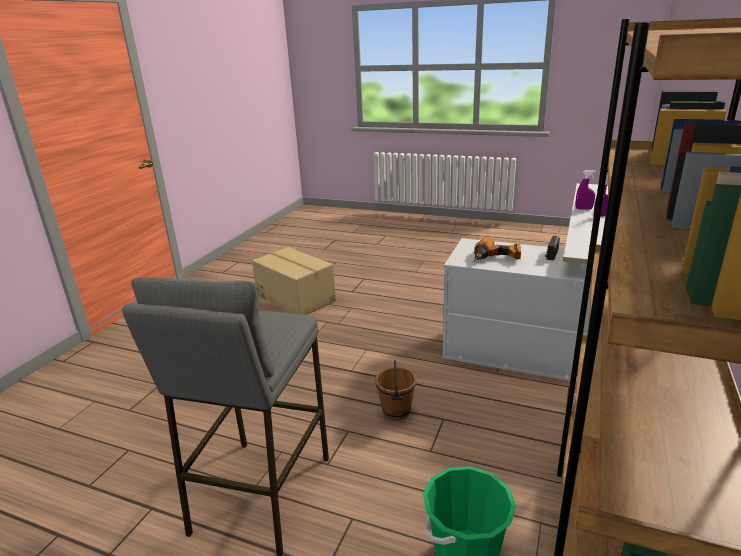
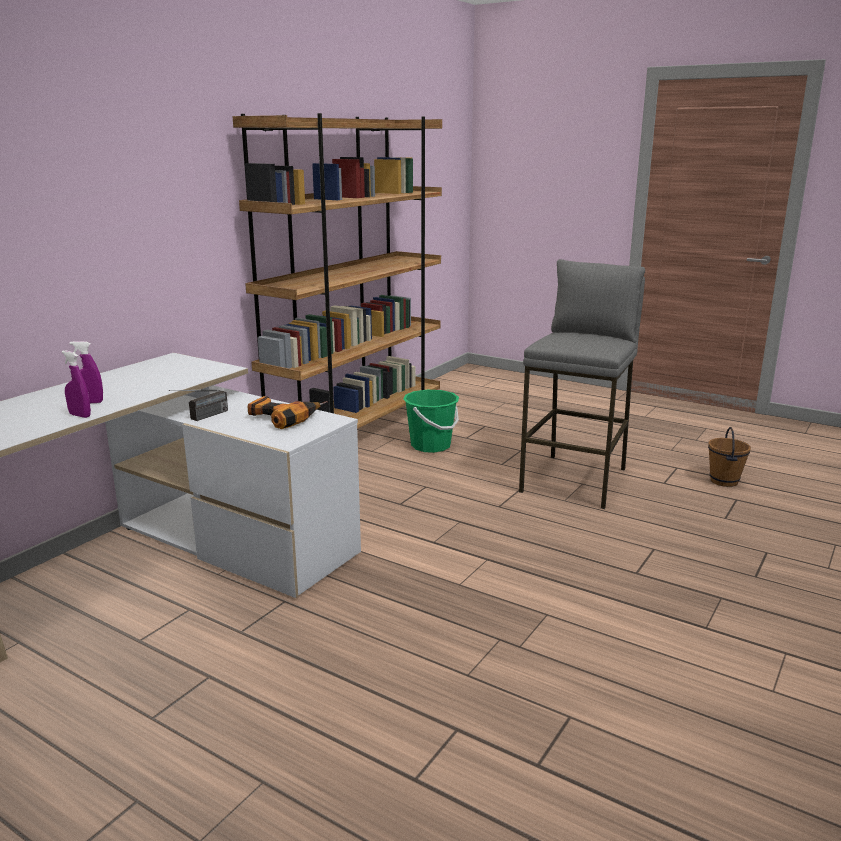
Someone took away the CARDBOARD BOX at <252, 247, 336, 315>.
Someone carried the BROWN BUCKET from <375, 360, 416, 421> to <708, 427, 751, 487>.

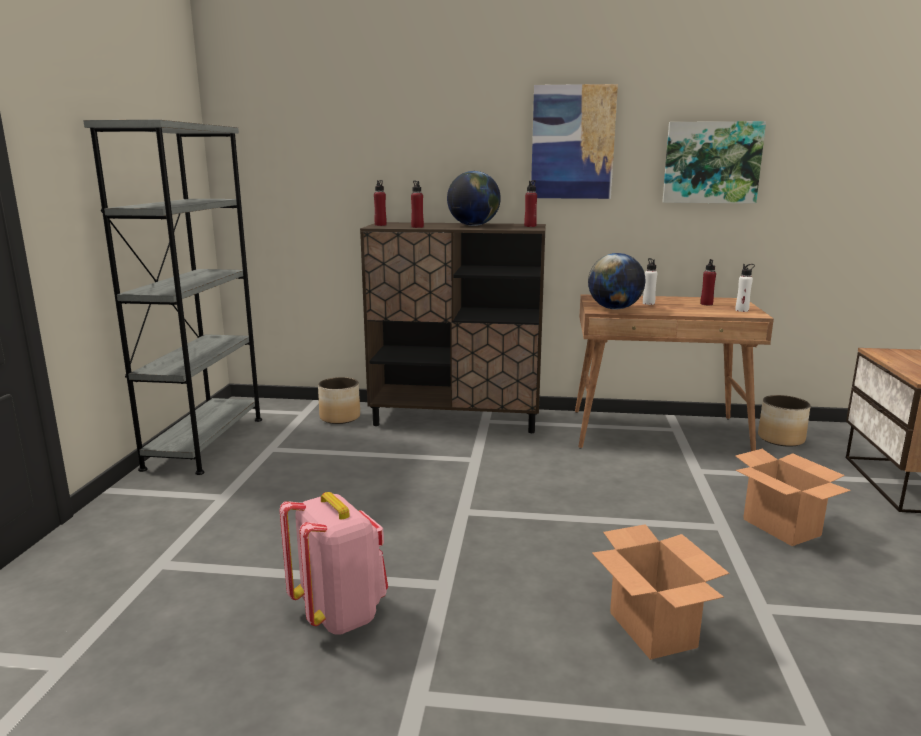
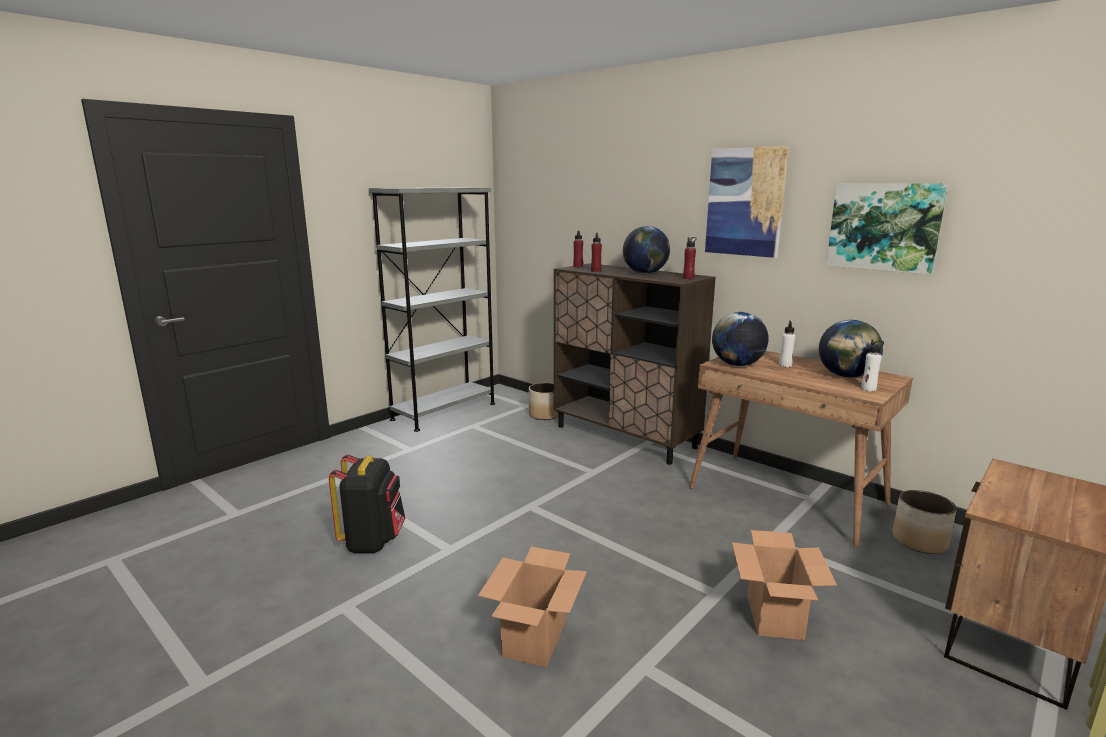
Someone repainted the PINK BACKPACK at <280, 492, 388, 635>, which became the BLACK BACKPACK at <329, 455, 405, 553>.
Someone swapped the RED BOTTLE at <700, 259, 716, 305> for the GLOBE at <819, 320, 883, 378>.

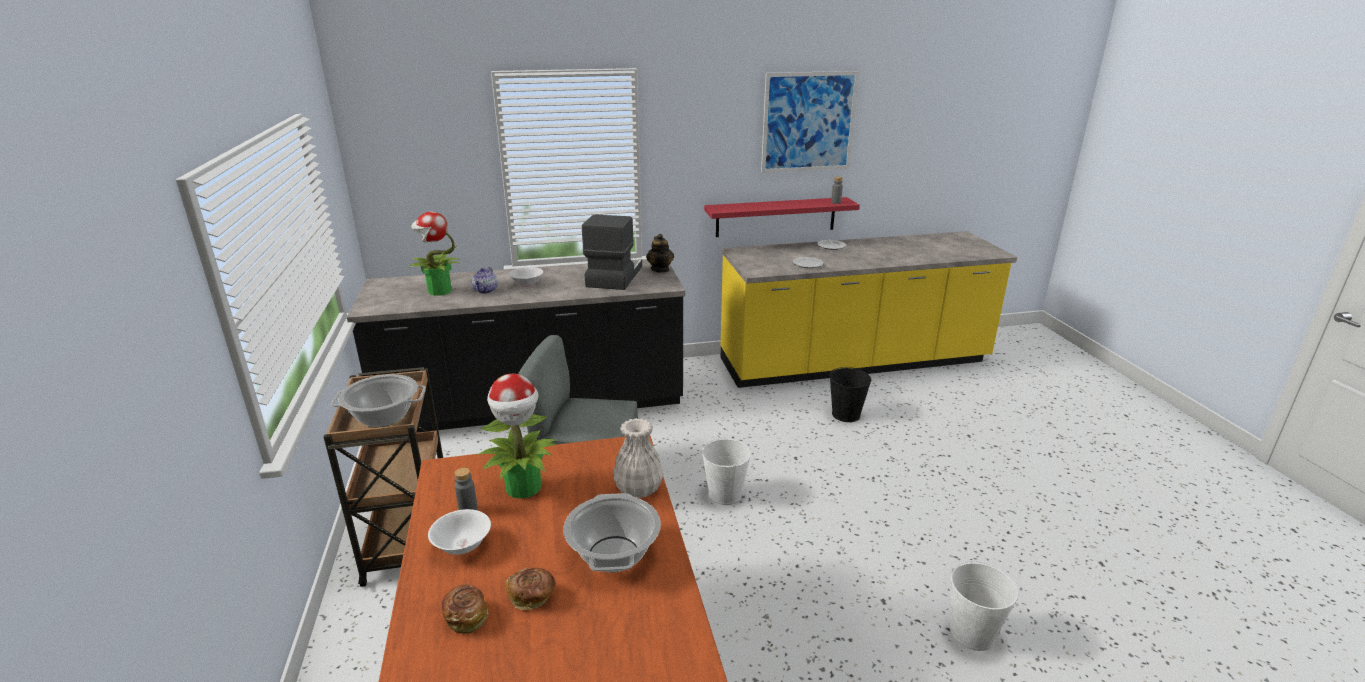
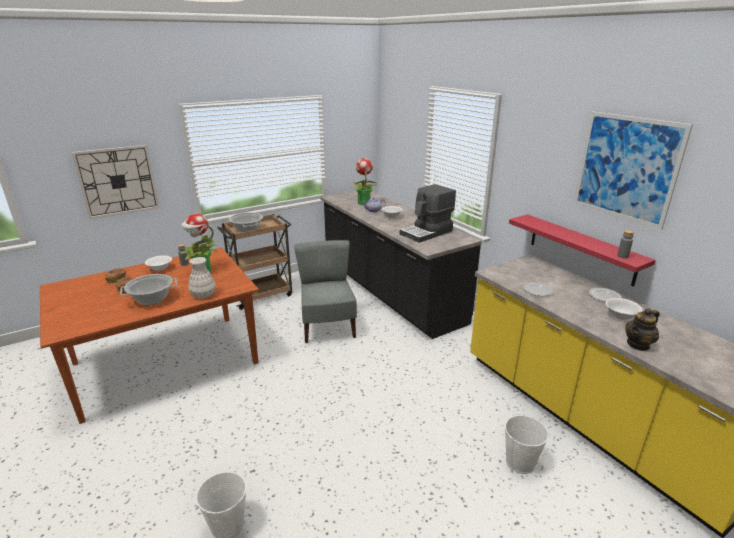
Someone rotated the COFFEE MACHINE at <582, 214, 642, 290> by 150 degrees clockwise.
Someone carried the TEAPOT from <646, 234, 674, 273> to <625, 308, 660, 351>.
Someone carried the WHITE BUCKET from <701, 437, 751, 505> to <505, 414, 549, 474>.
Someone took away the BLACK BUCKET at <829, 367, 871, 422>.
Someone put up the WALL CLOCK at <72, 145, 160, 219>.
Someone put down the WHITE BOWL at <606, 298, 643, 320>.

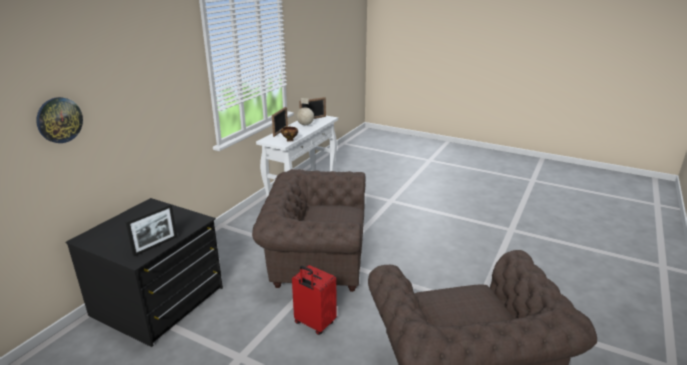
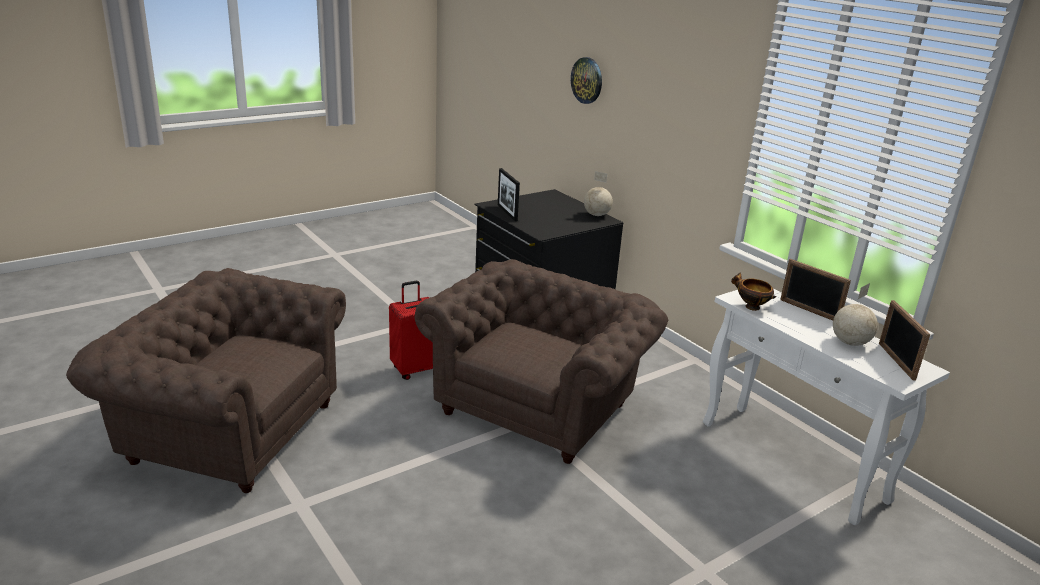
Someone put down the GLOBE at <584, 171, 613, 216>.

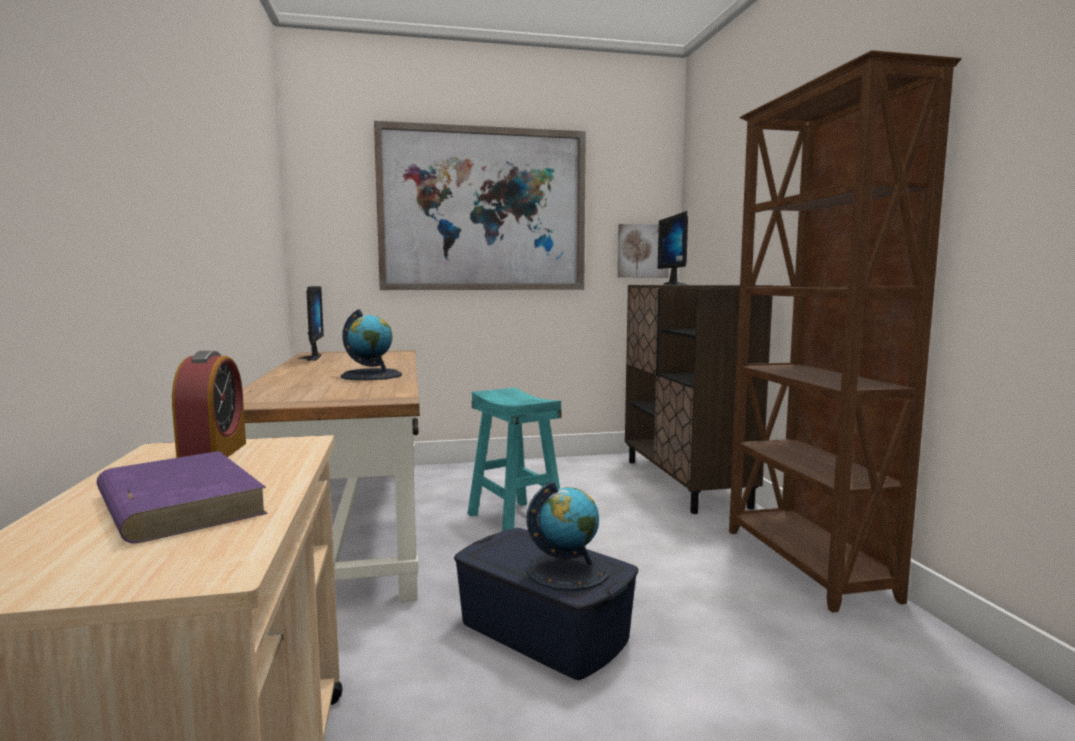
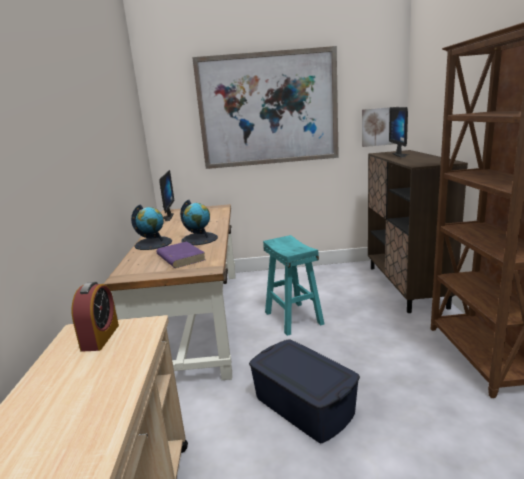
Someone carried the PURPLE BOOK from <96, 451, 268, 543> to <156, 241, 206, 268>.
Someone carried the GLOBE from <526, 481, 610, 591> to <131, 204, 172, 250>.

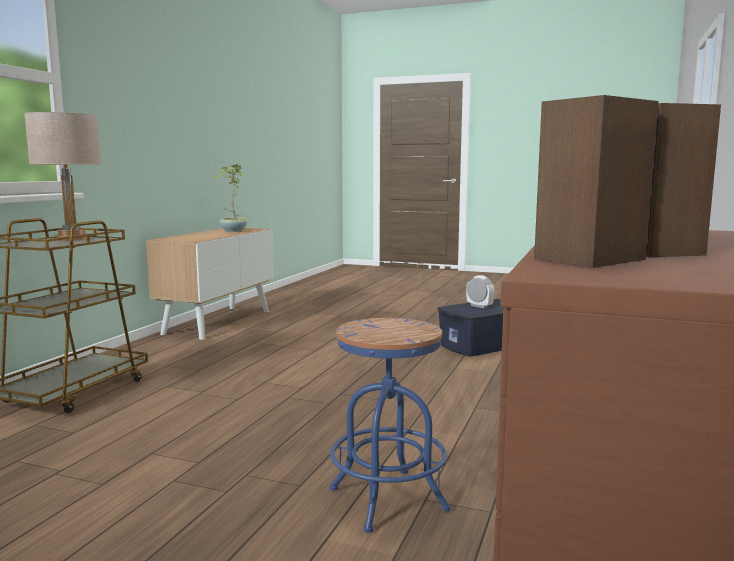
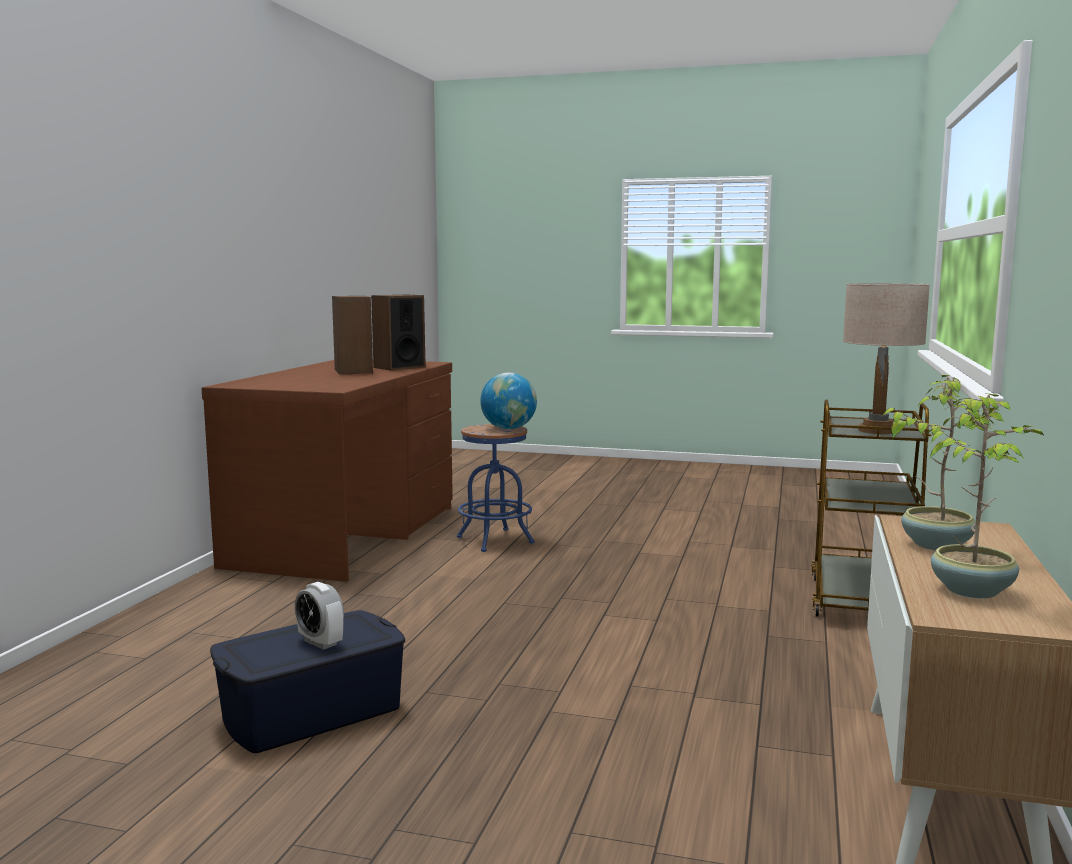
Someone put down the GLOBE at <480, 373, 537, 430>.
Someone put down the POTTED PLANT at <881, 375, 995, 551>.

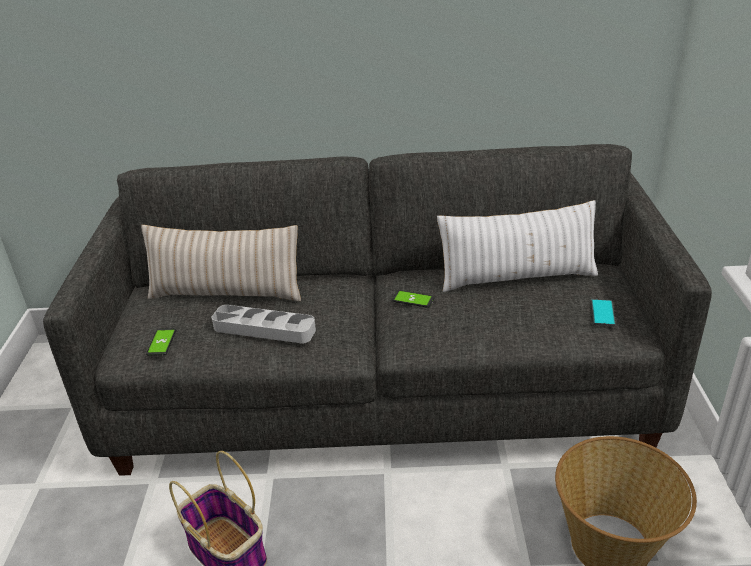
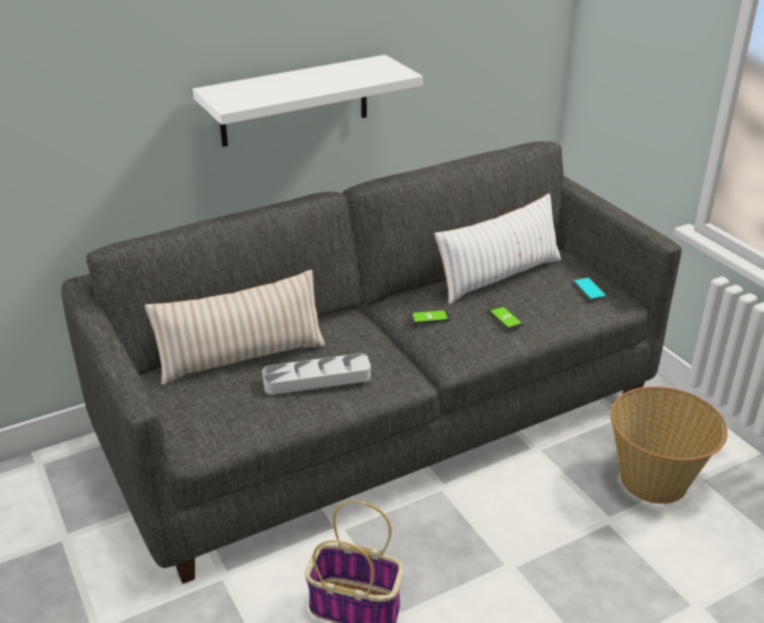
Someone carried the PHONE from <146, 328, 176, 356> to <488, 305, 524, 330>.
Someone put up the WHITE SHELF at <192, 55, 423, 147>.

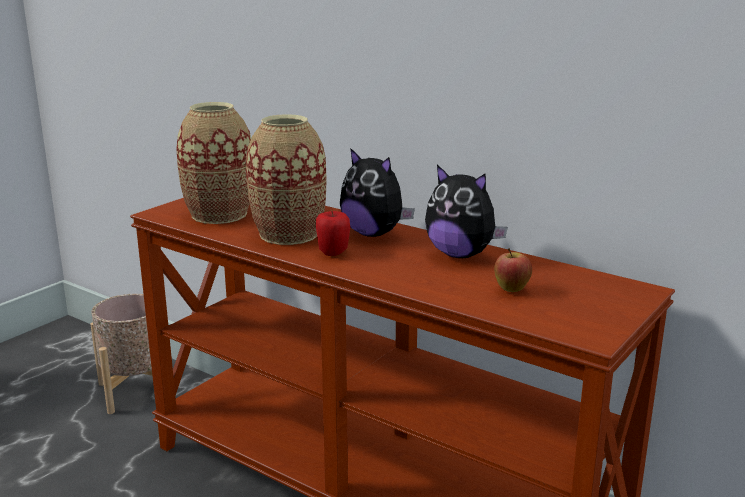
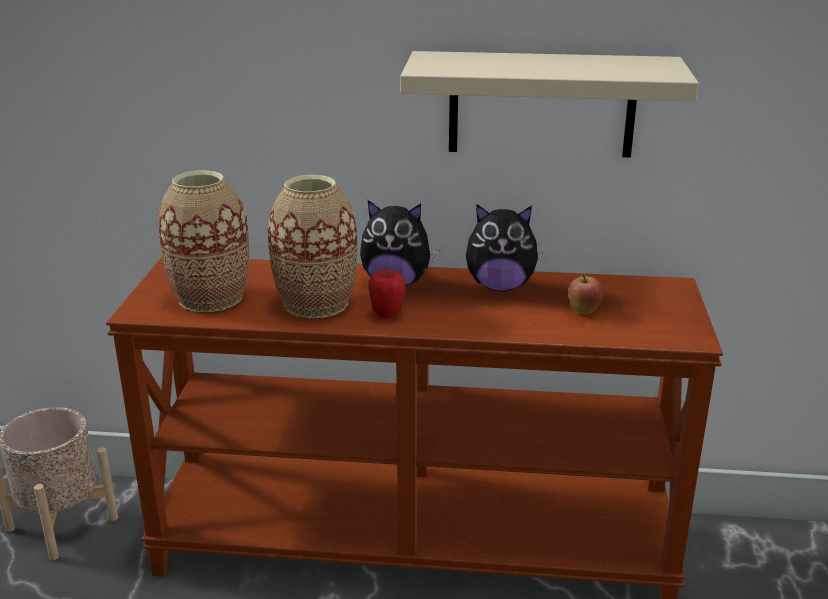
Someone put up the BEIGE SHELF at <400, 51, 699, 158>.

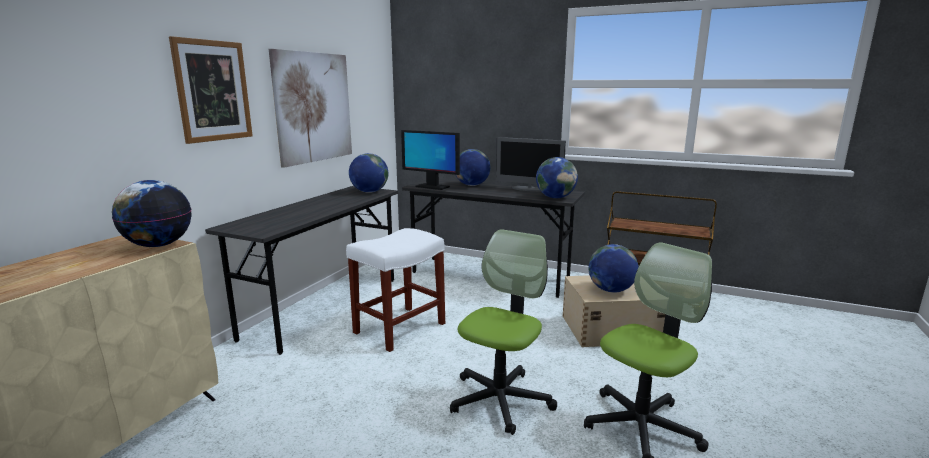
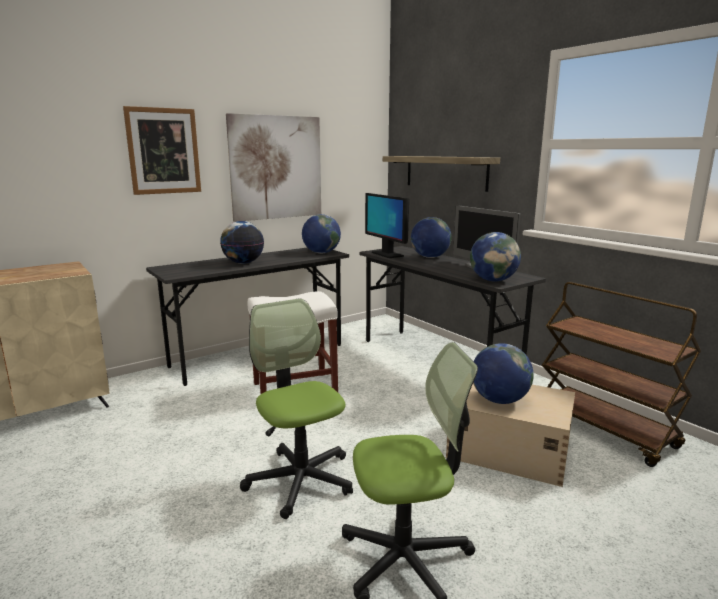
Someone carried the GLOBE from <112, 180, 191, 247> to <220, 221, 264, 264>.
Someone rotated the OFFICE CHAIR at <450, 229, 557, 435> by 90 degrees counterclockwise.
Someone put up the SHELF at <383, 156, 500, 192>.

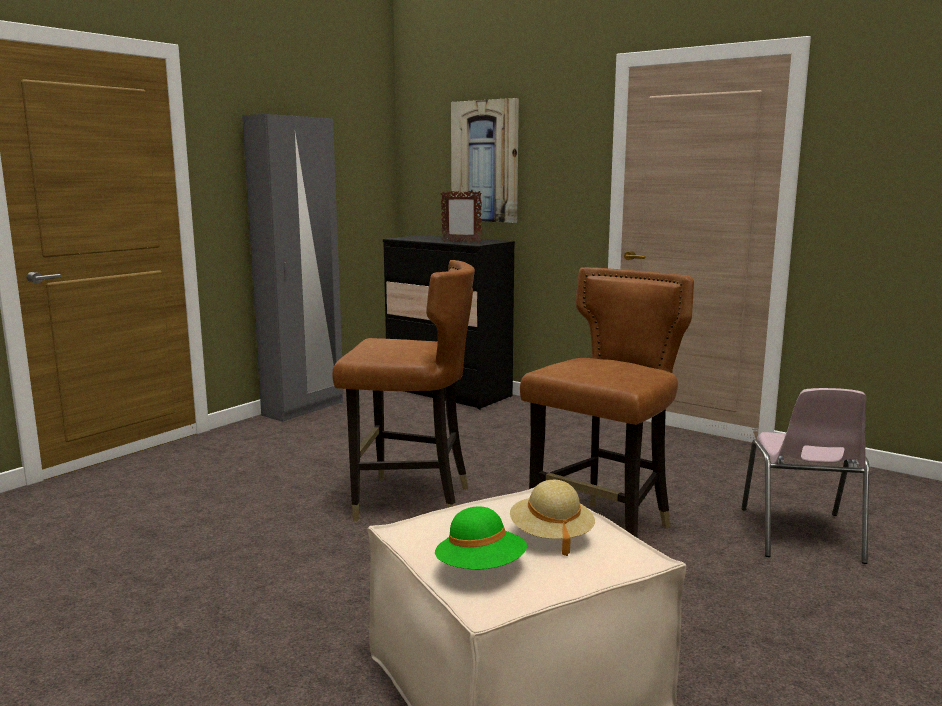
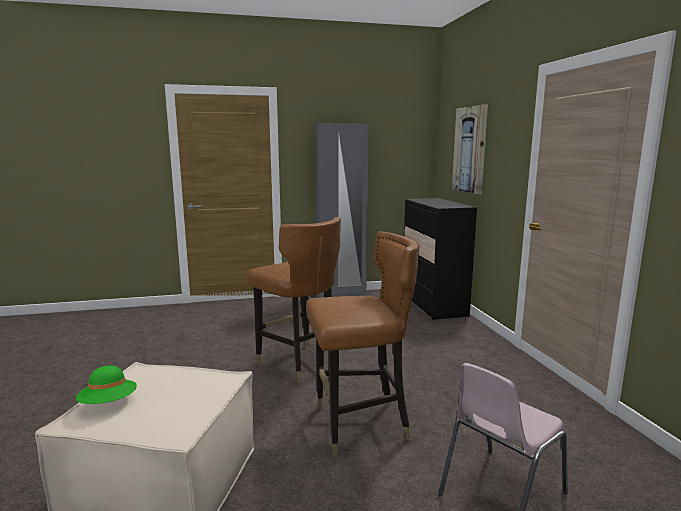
Someone took away the PICTURE FRAME at <441, 191, 482, 242>.
Someone took away the BEIGE HAT at <510, 480, 595, 556>.

